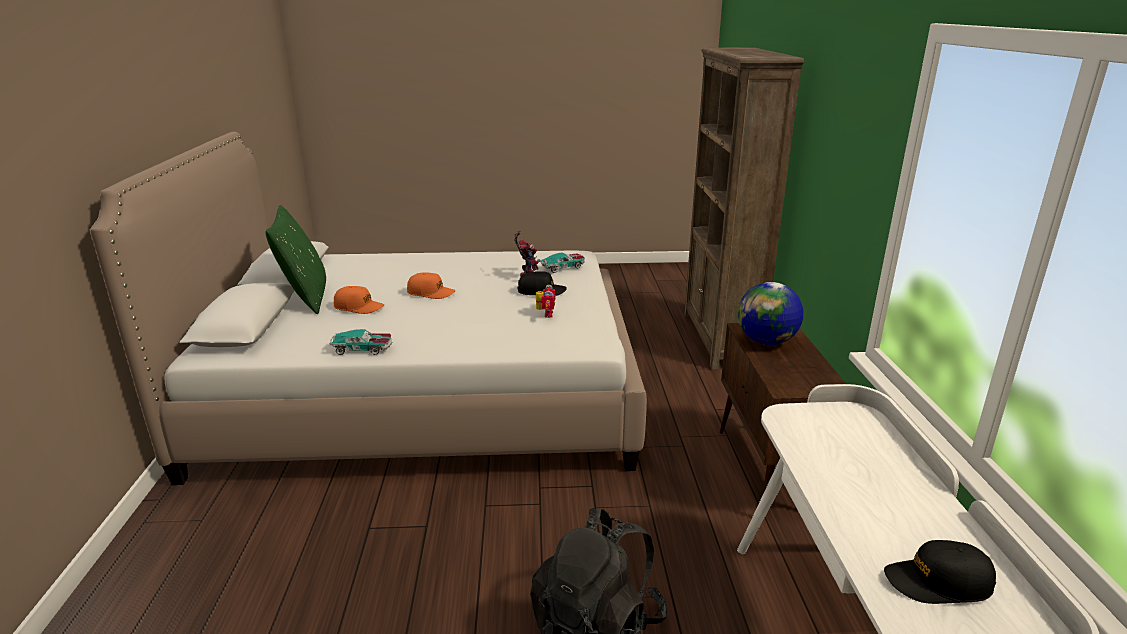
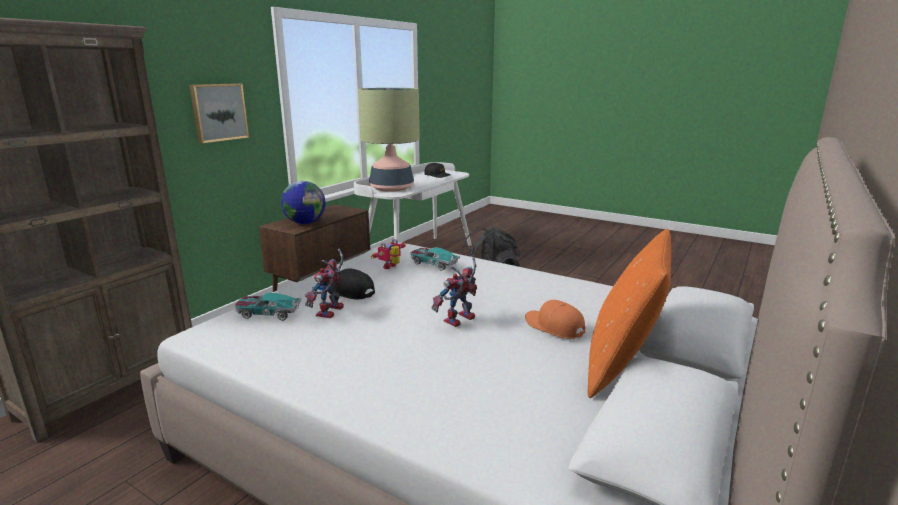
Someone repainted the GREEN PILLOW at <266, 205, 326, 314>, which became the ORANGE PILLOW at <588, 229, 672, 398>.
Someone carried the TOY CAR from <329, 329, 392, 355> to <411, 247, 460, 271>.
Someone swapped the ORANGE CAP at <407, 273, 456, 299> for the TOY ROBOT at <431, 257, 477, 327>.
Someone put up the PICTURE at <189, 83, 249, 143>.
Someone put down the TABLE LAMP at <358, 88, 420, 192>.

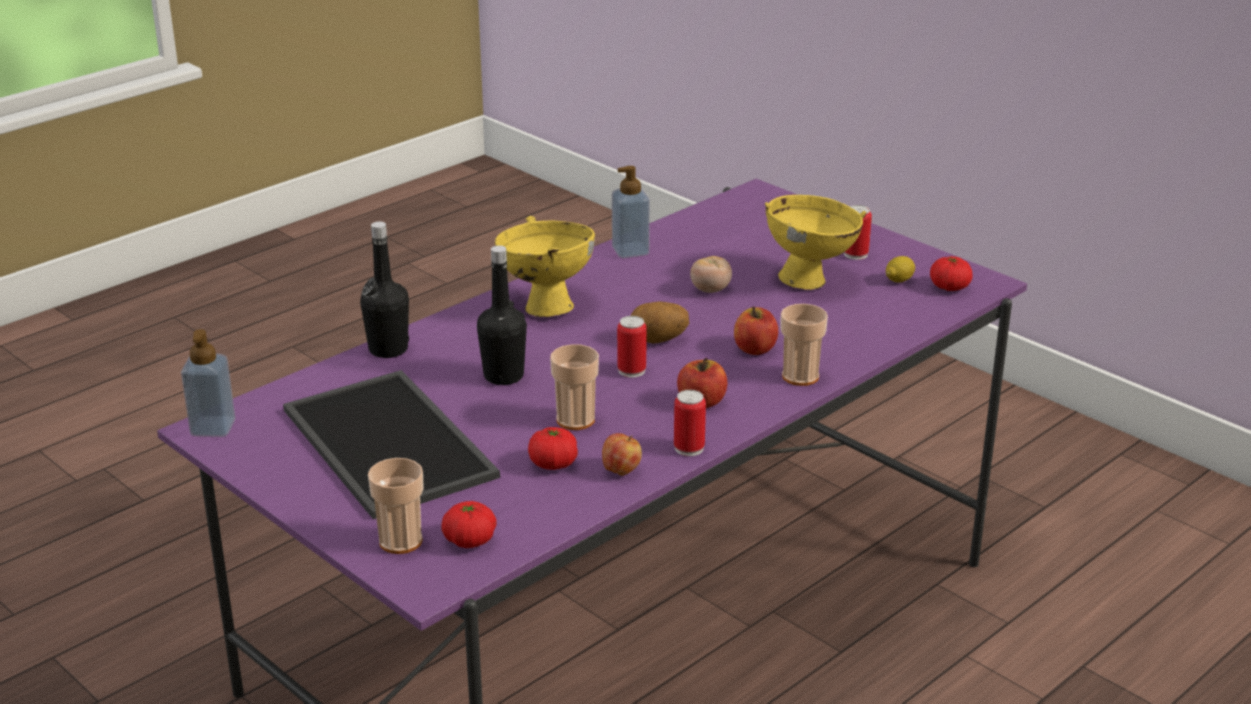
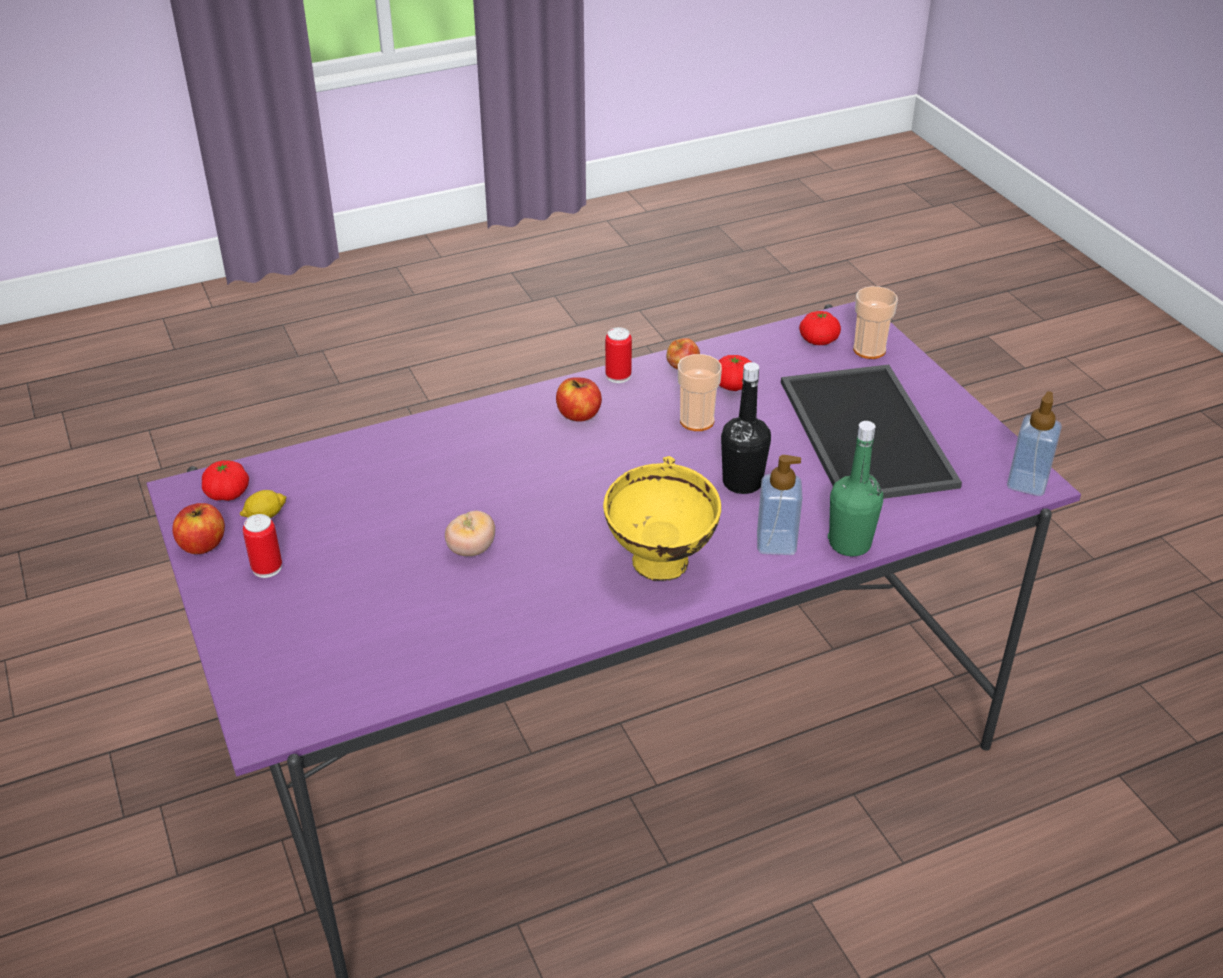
Someone repainted the BLACK BOTTLE at <360, 221, 409, 358>, which became the GREEN BOTTLE at <828, 421, 883, 556>.
Someone carried the SOAP DISPENSER from <612, 166, 650, 258> to <757, 455, 802, 555>.
Someone took away the CAN at <617, 316, 647, 378>.
Someone took away the POTATO at <630, 301, 689, 344>.
Someone carried the APPLE from <734, 307, 778, 355> to <172, 503, 225, 554>.
Someone took away the YELLOW BOWL at <765, 195, 867, 290>.
Someone took away the CUP at <780, 304, 828, 386>.

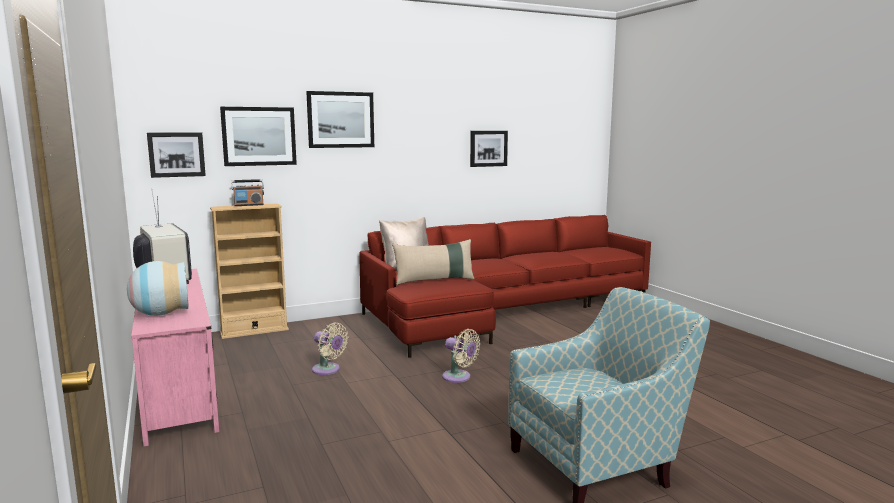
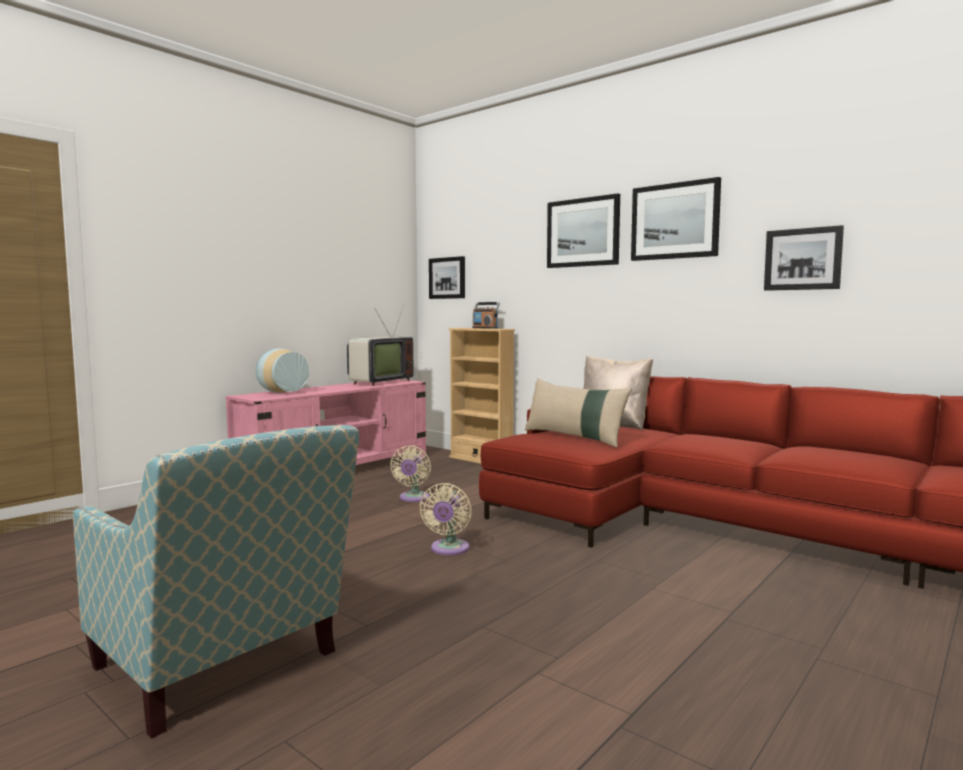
Someone carried the PICTURE from <220, 107, 297, 166> to <631, 177, 721, 261>.

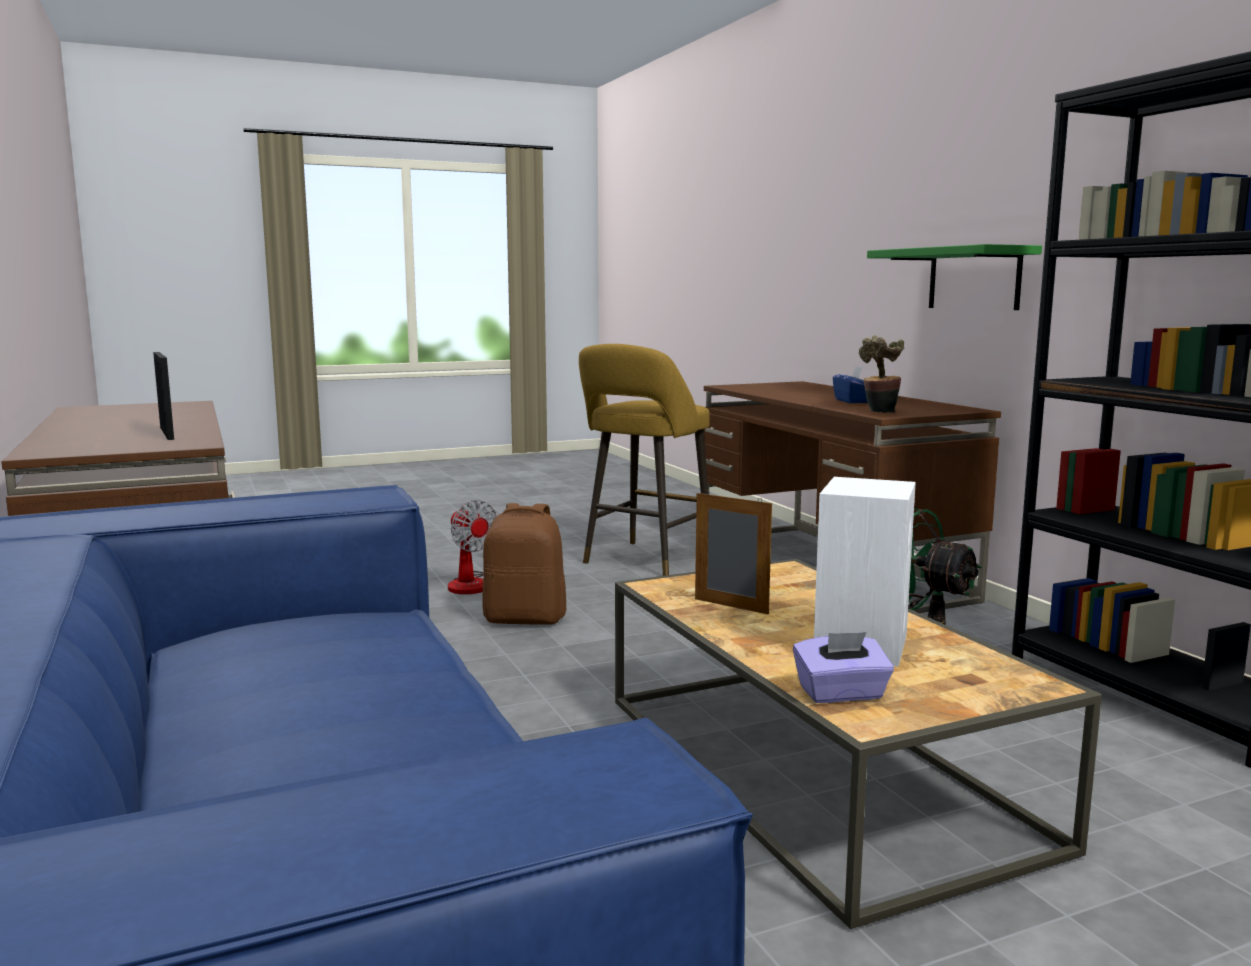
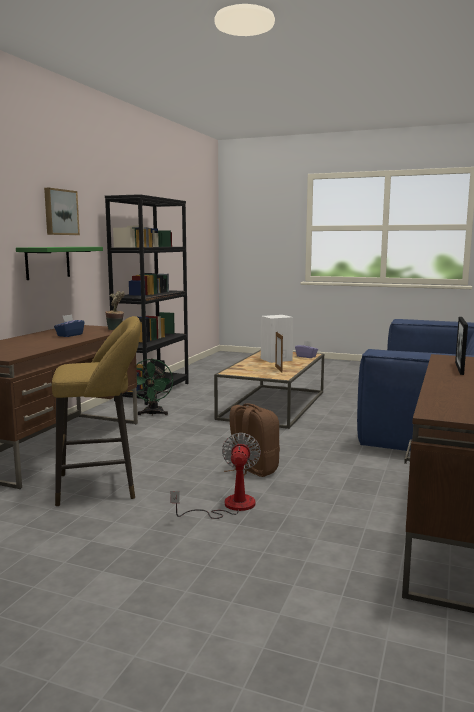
Someone put up the PICTURE at <44, 188, 80, 235>.

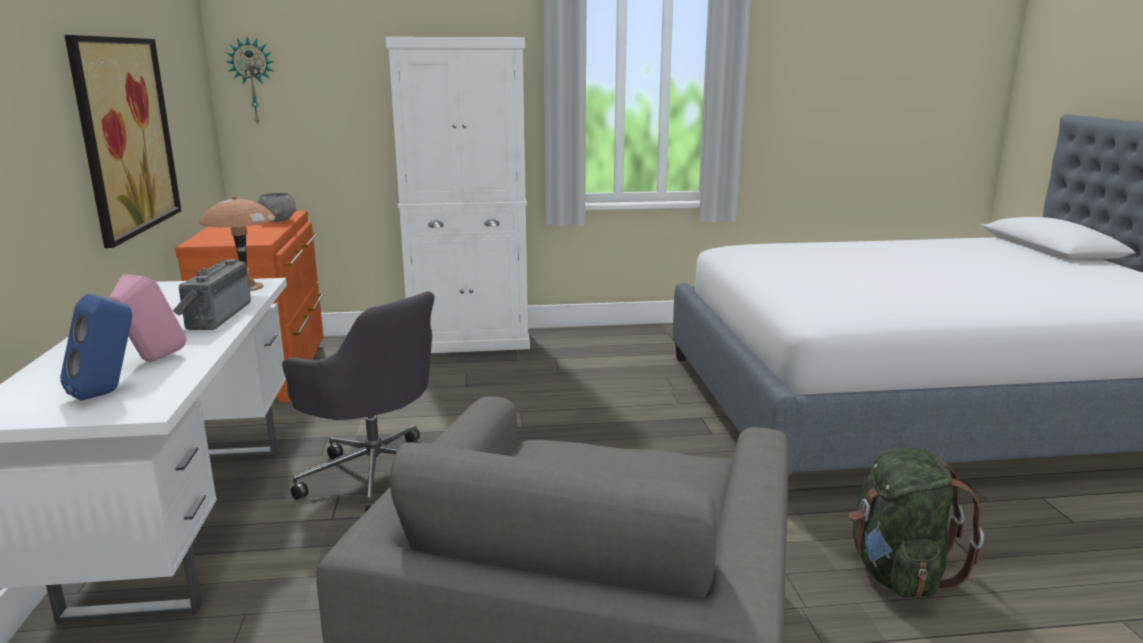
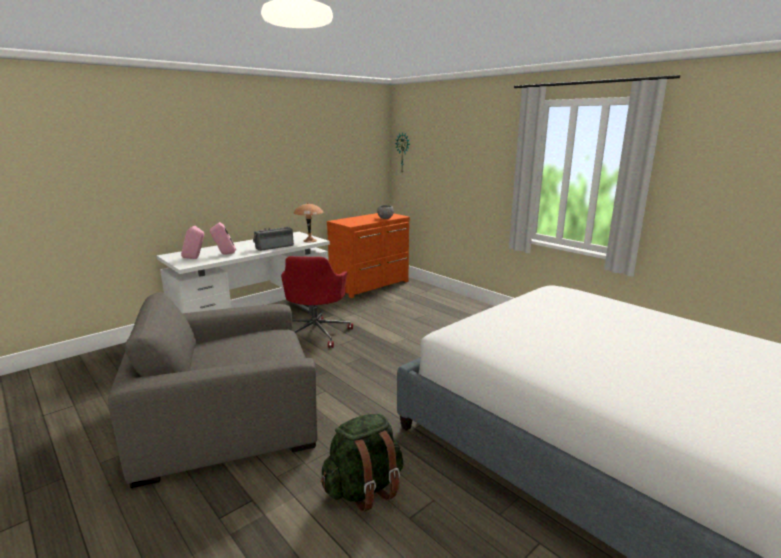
Someone repainted the BLUE SPEAKER at <60, 294, 132, 401>, which became the PINK SPEAKER at <181, 226, 204, 259>.
Someone took away the PICTURE at <64, 35, 181, 248>.
Someone repainted the GREY OFFICE CHAIR at <282, 291, 434, 512>, which became the RED OFFICE CHAIR at <281, 256, 353, 348>.
Someone took away the WHITE CABINET at <385, 37, 530, 353>.

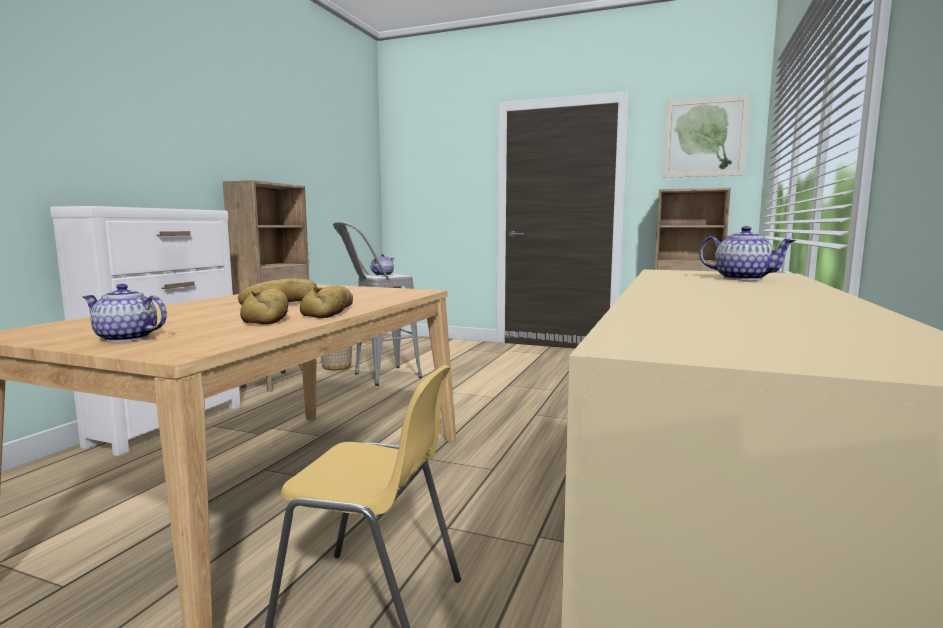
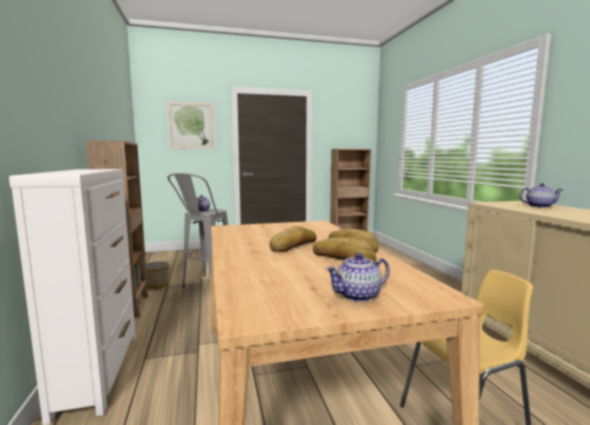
Someone carried the PICTURE from <663, 94, 750, 178> to <166, 101, 216, 149>.

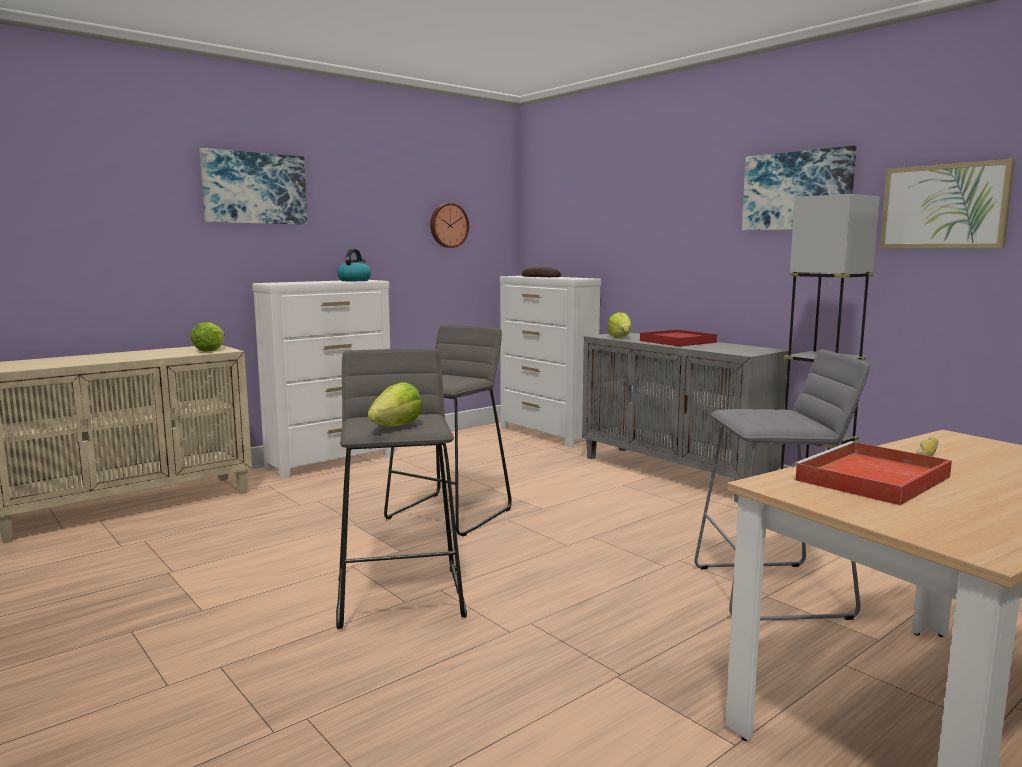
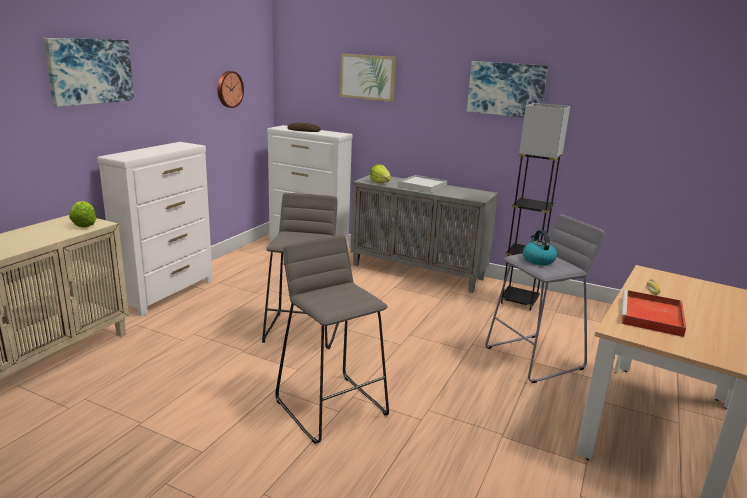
Someone carried the KETTLE from <337, 249, 371, 281> to <523, 230, 557, 265>.
Someone took away the LETTUCE at <368, 382, 423, 426>.
Someone repainted the RED TRAY at <640, 330, 717, 347>, which became the WHITE TRAY at <398, 175, 447, 193>.
Someone carried the PICTURE from <880, 159, 1015, 248> to <340, 54, 396, 102>.

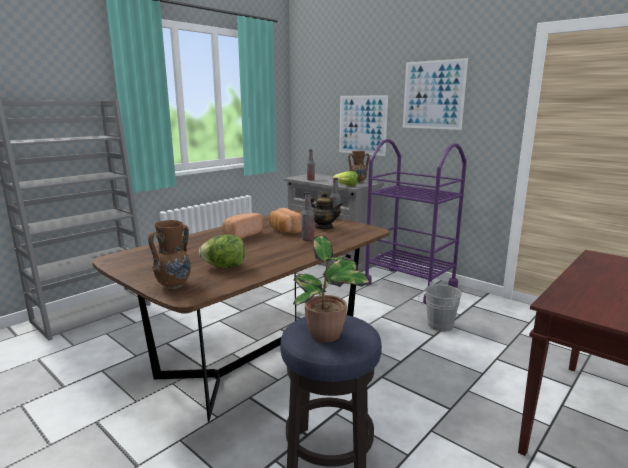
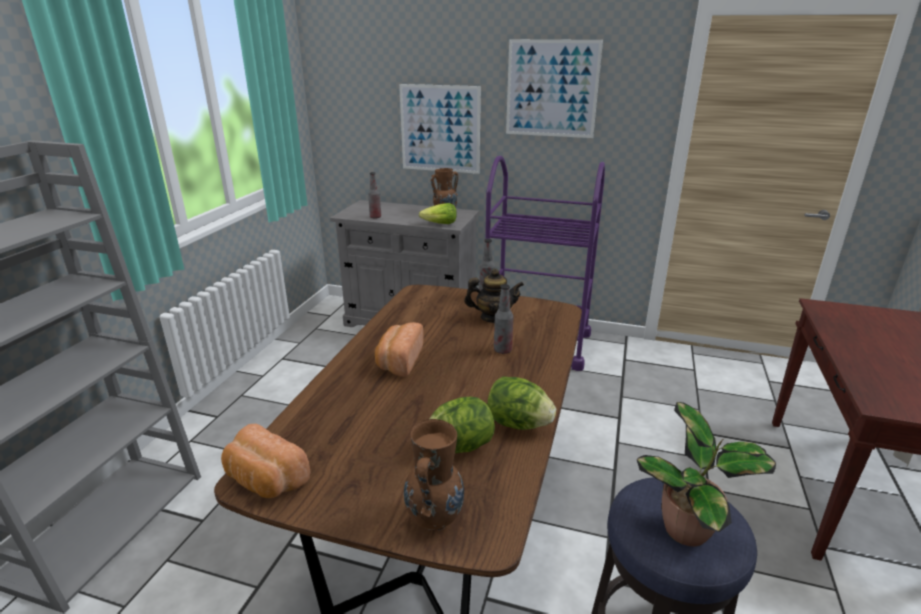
Someone carried the BREAD from <269, 208, 302, 233> to <221, 424, 310, 498>.
Someone took away the GREY BUCKET at <418, 281, 462, 332>.
Someone put down the LETTUCE at <487, 376, 556, 430>.

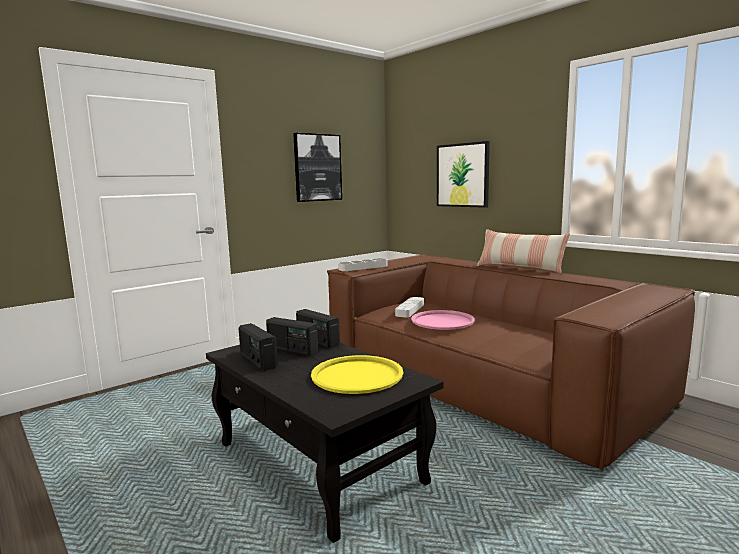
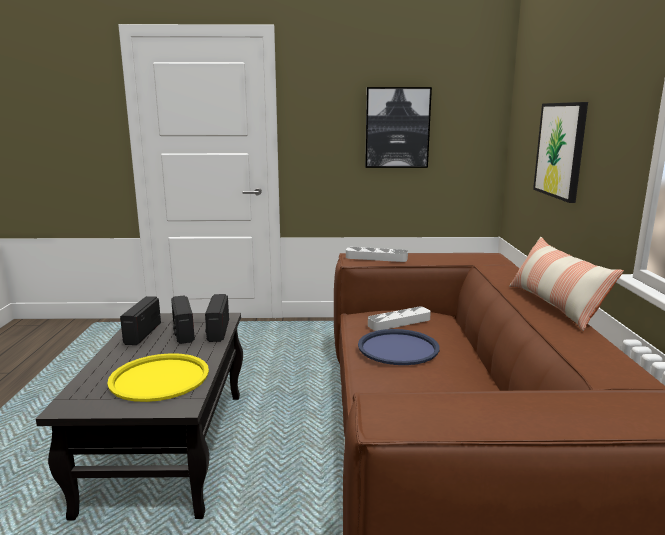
Someone repainted the PINK TRAY at <411, 310, 475, 330>, which became the BLUE TRAY at <358, 329, 440, 365>.

